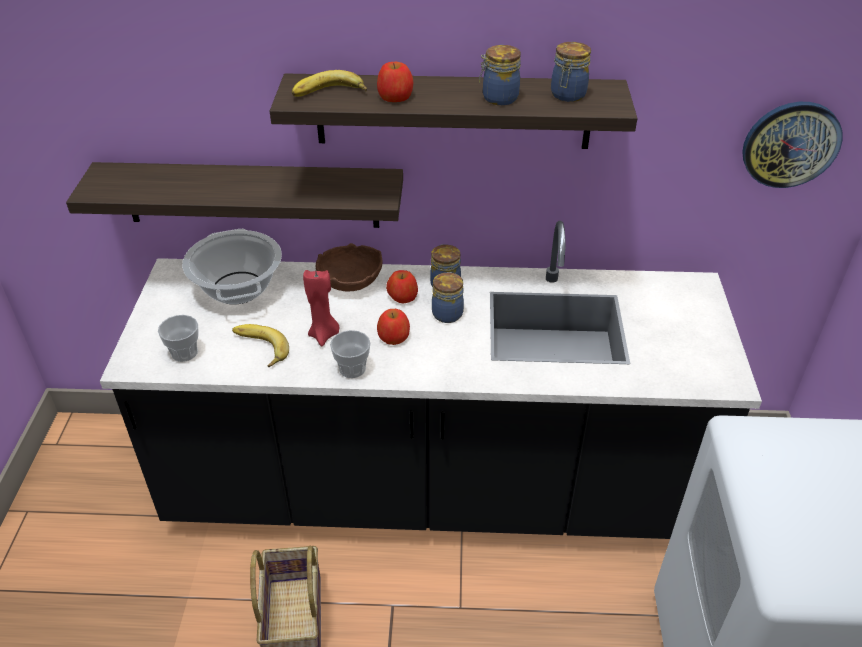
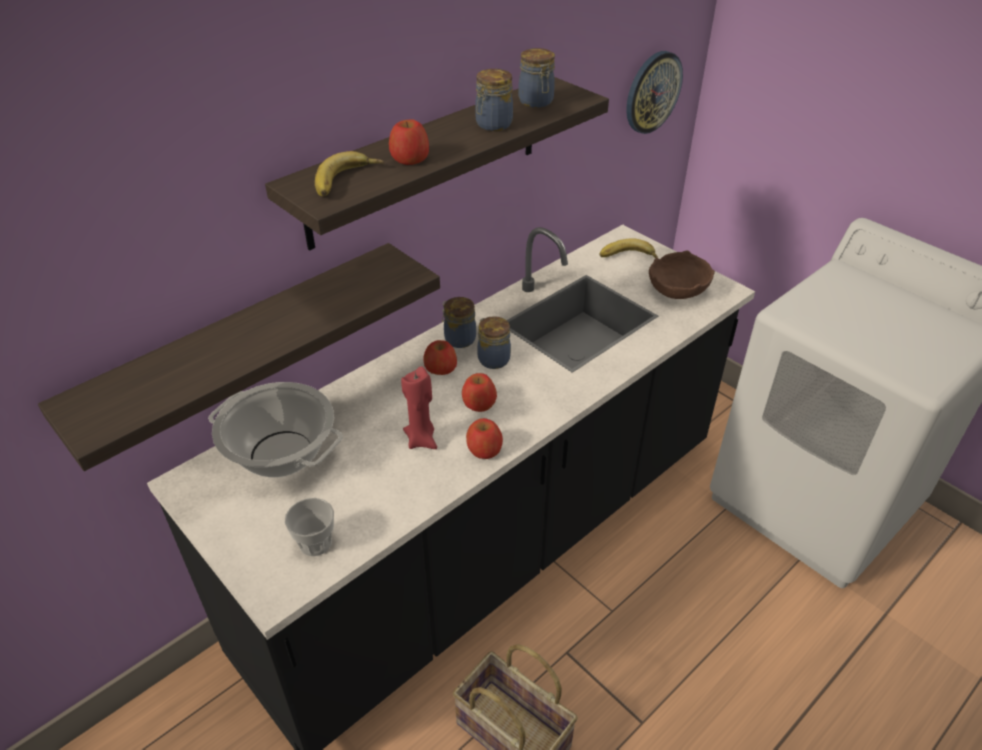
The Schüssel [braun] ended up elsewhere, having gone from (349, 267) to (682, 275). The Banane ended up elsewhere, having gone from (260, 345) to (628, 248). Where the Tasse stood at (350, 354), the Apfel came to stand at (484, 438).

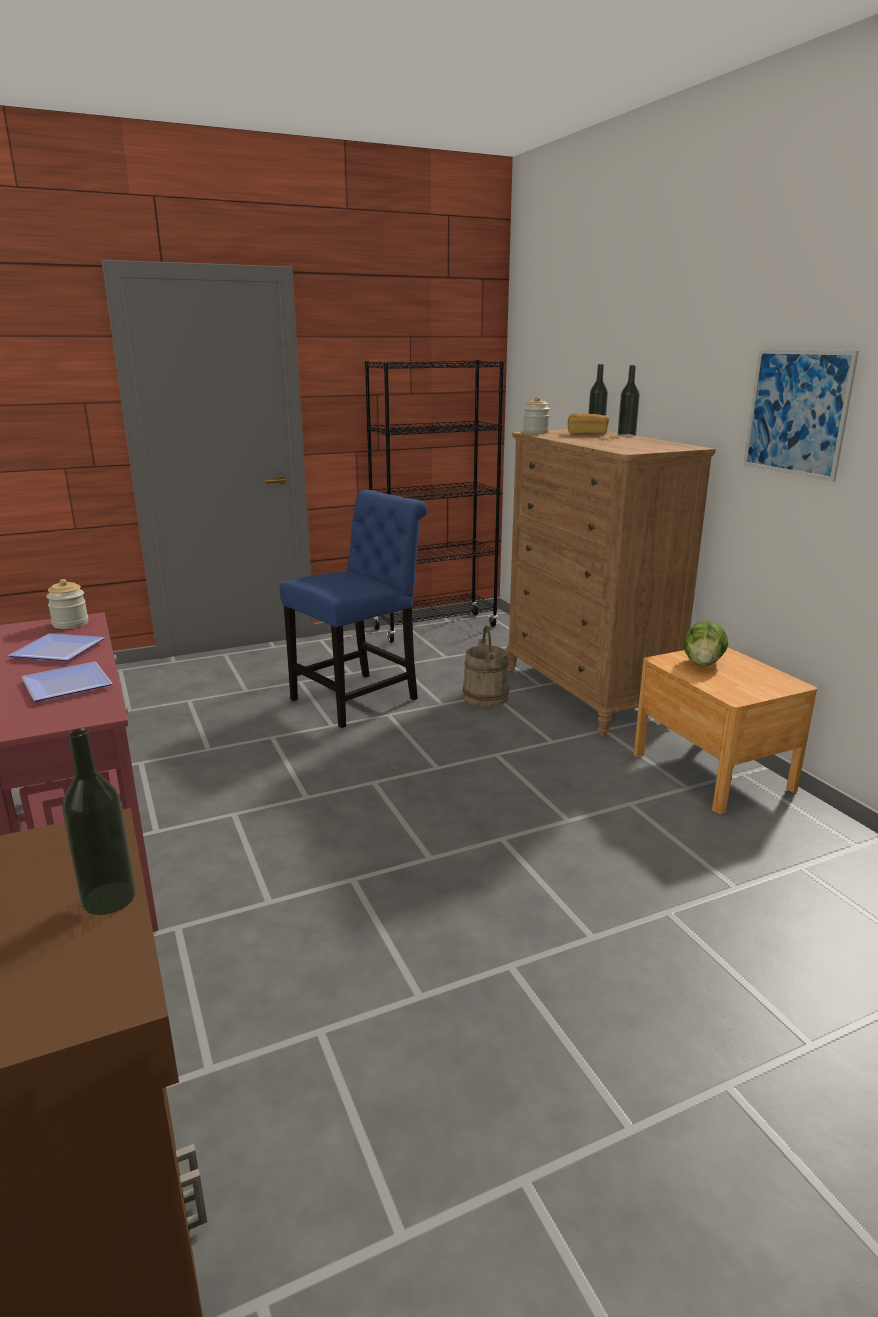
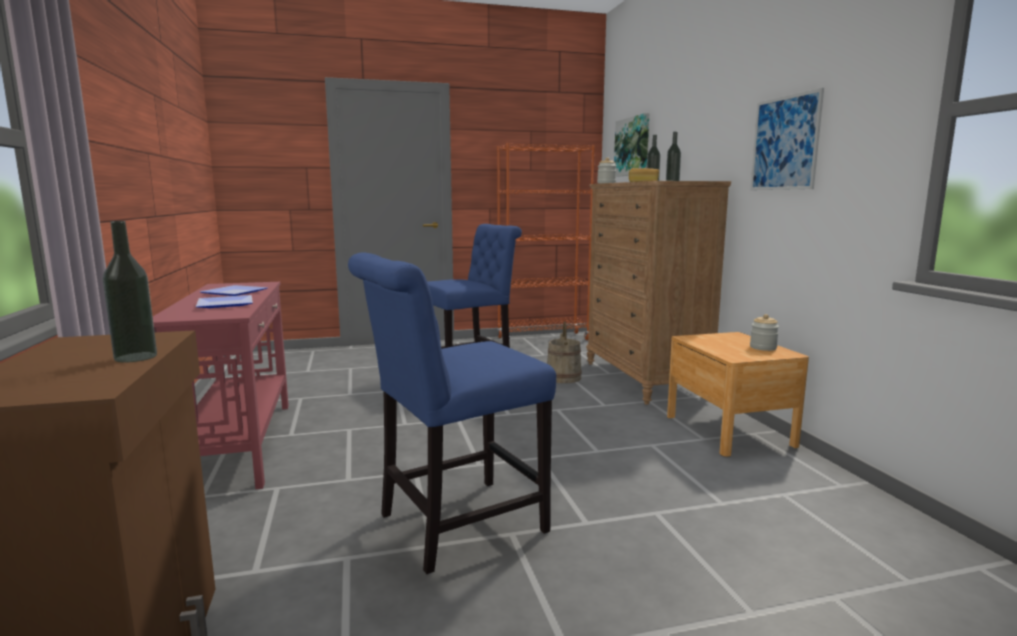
What was the Bücherregal [schwarz] at (434, 501) turned into the Bücherregal [orange] at (546, 241). The Vorratsglas ended up elsewhere, having gone from (67, 604) to (764, 332). The second view lost the Salatkopf at (705, 643). The second view gained the Bild at (631, 145). The second view gained the Stuhl [blau] at (452, 413).

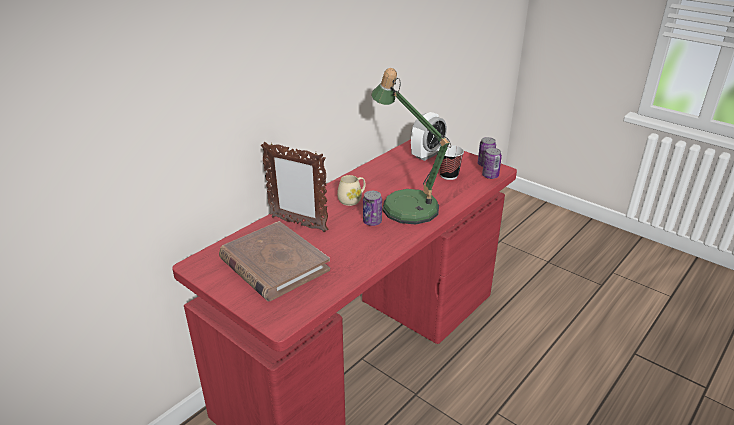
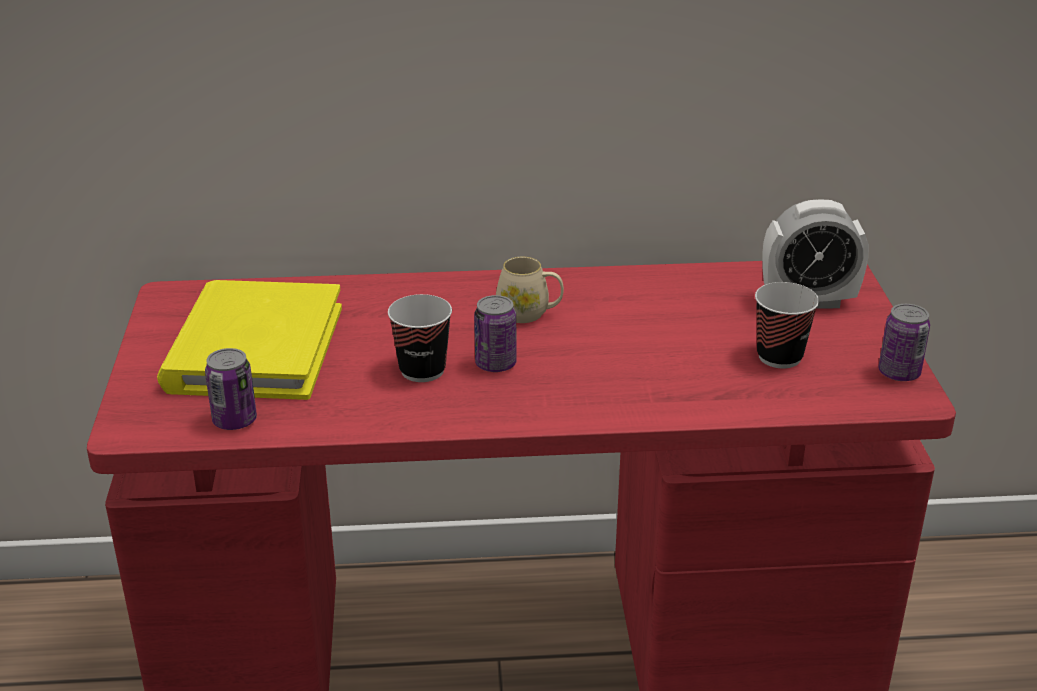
The second view lost the Tischlampe at (411, 146). The second view lost the Bilderrahmen at (294, 187). The Dose ended up elsewhere, having gone from (492, 163) to (231, 389). What was the Buch [braun] at (274, 261) turned into the Buch [gelb] at (249, 340). The second view gained the Tasse at (420, 338).

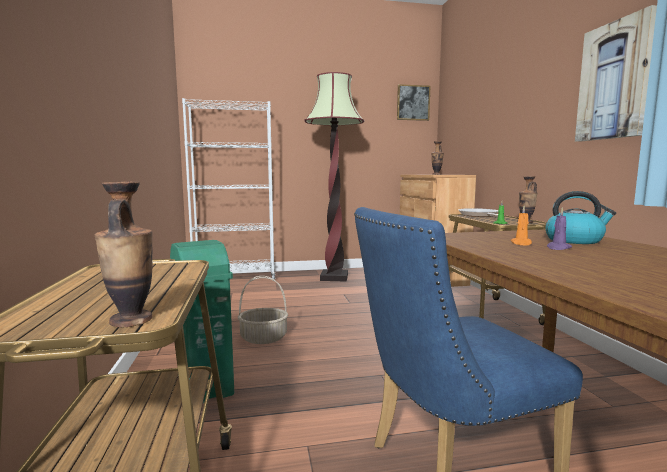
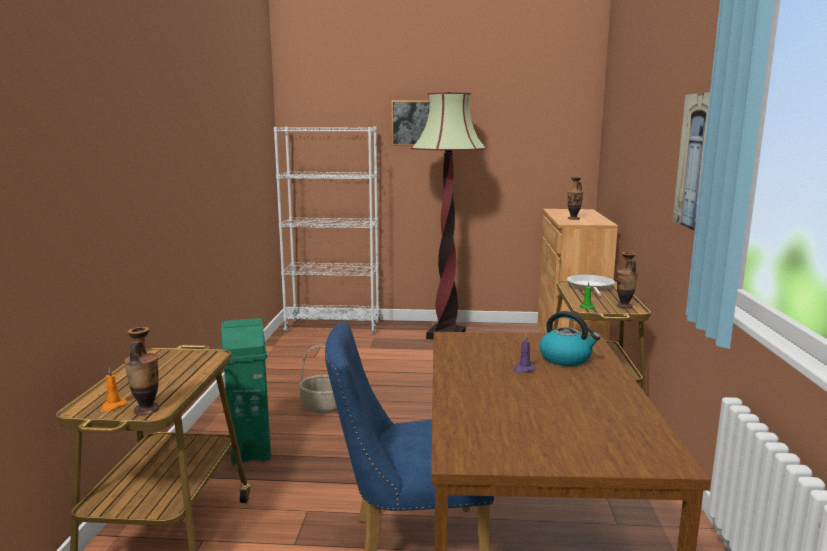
The Bild ended up elsewhere, having gone from (413, 102) to (410, 122). The Kerze [orange] ended up elsewhere, having gone from (521, 226) to (113, 389).

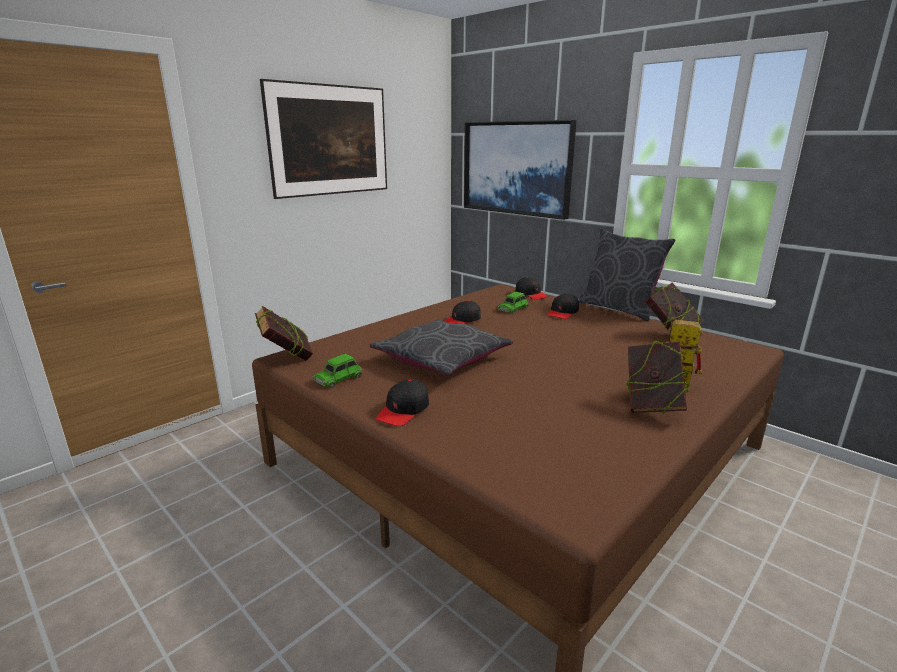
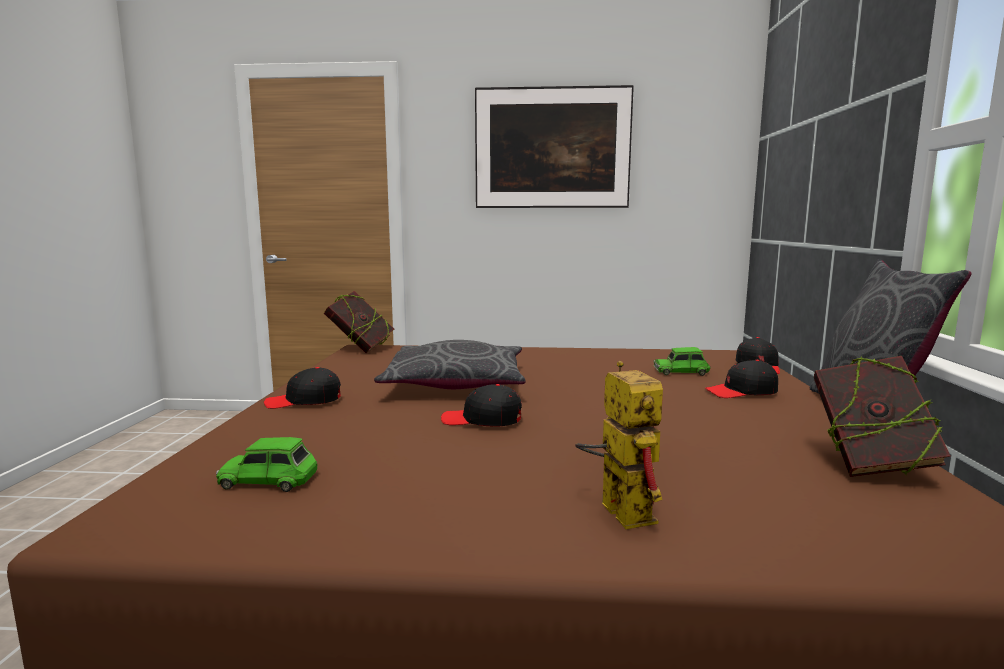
The second view lost the Bild at (520, 170). The Kappe [schwarz] ended up elsewhere, having gone from (462, 312) to (481, 405). The second view lost the Buch at (657, 377). The Spielzeugauto [grün] ended up elsewhere, having gone from (337, 371) to (267, 464).

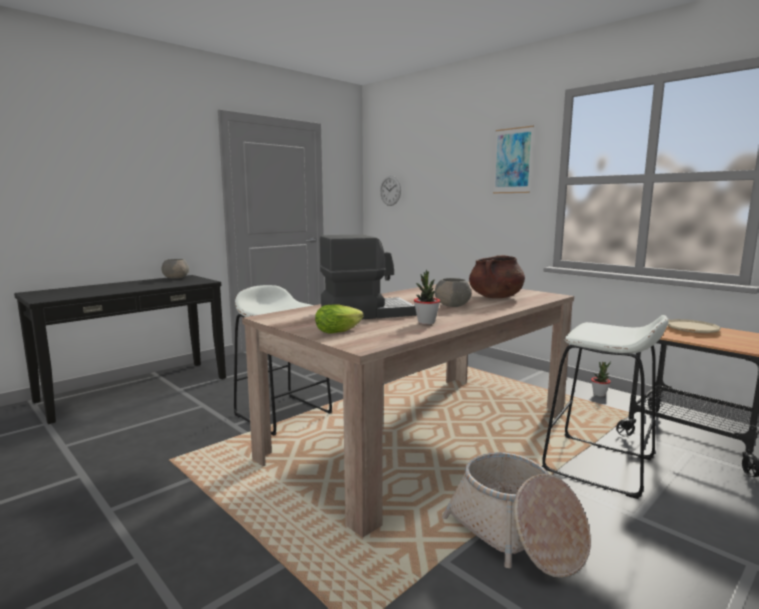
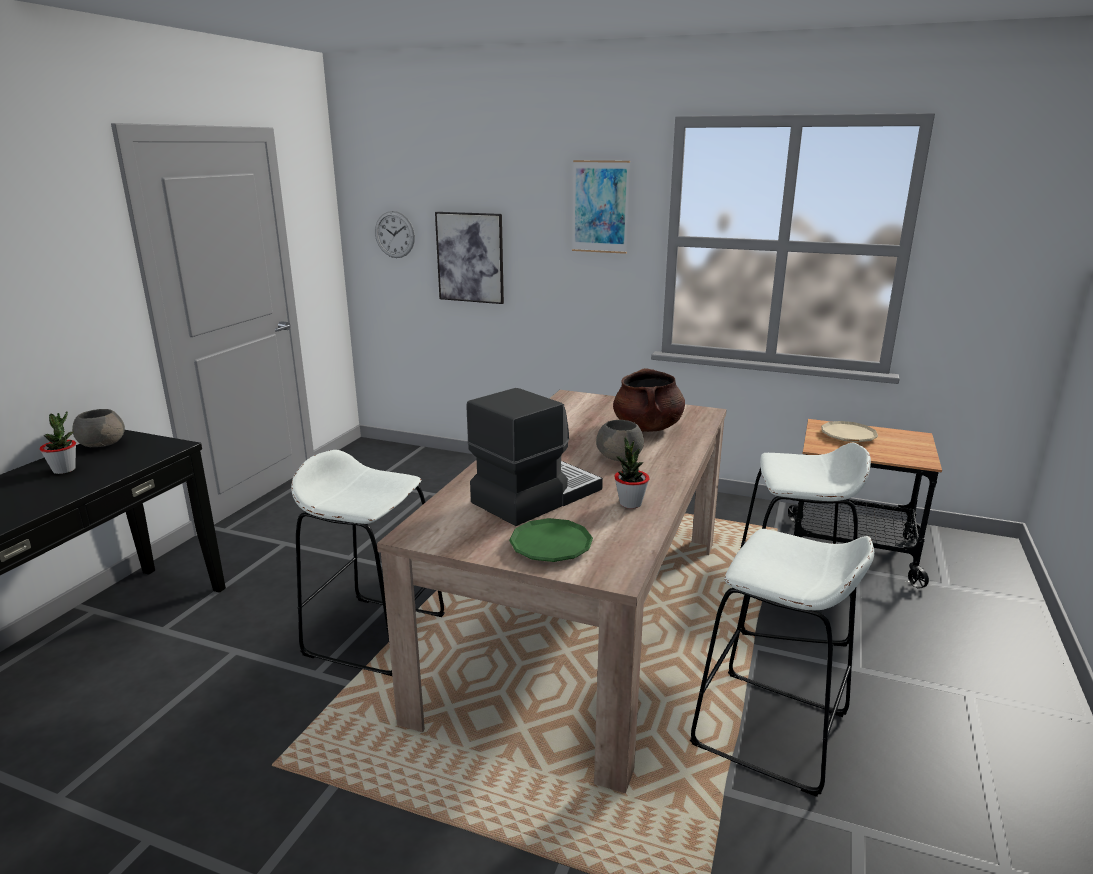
Where the Salatkopf stood at (339, 319), the Teller [grün] came to stand at (551, 540). The Topfpflanze ended up elsewhere, having gone from (601, 379) to (58, 442). Where the Korb stood at (516, 515), the Hocker [weiß] came to stand at (782, 663). The second view gained the Bild at (469, 258).

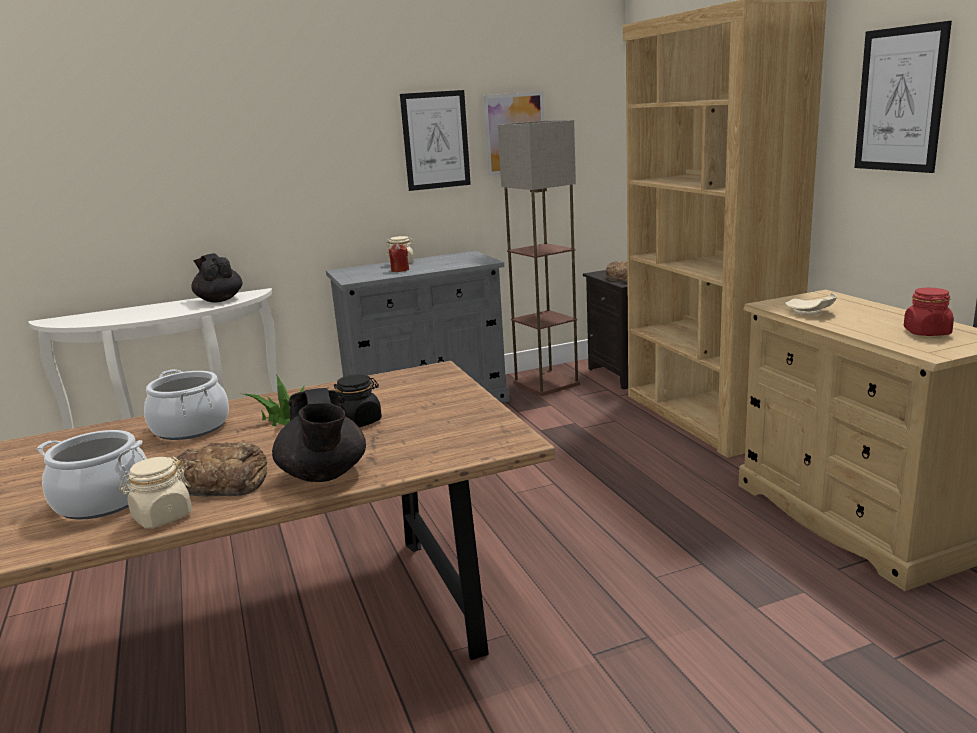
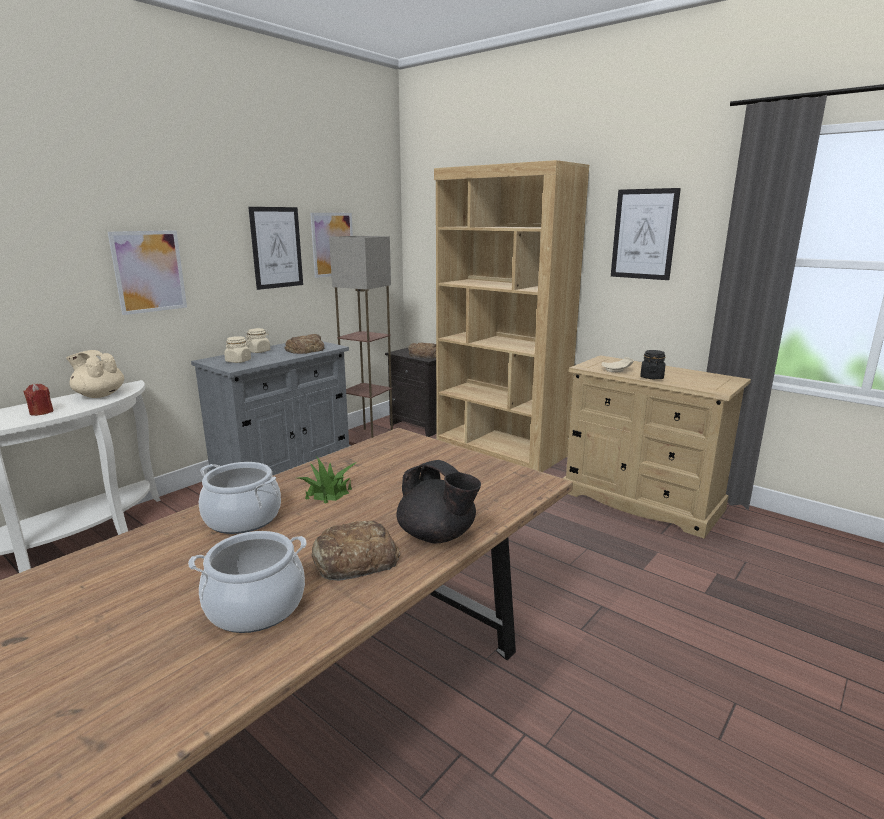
The Kerze [rot] ended up elsewhere, having gone from (399, 257) to (38, 400). What was the Teekanne [schwarz] at (217, 277) turned into the Teekanne [beige] at (95, 374). The second view lost the Vorratsglas [rot] at (929, 312). The Vorratsglas [schwarz] ended up elsewhere, having gone from (357, 400) to (653, 364). The Vorratsglas [beige] ended up elsewhere, having gone from (155, 492) to (237, 349). The second view gained the Bild at (147, 272). The second view gained the Brot at (304, 344).

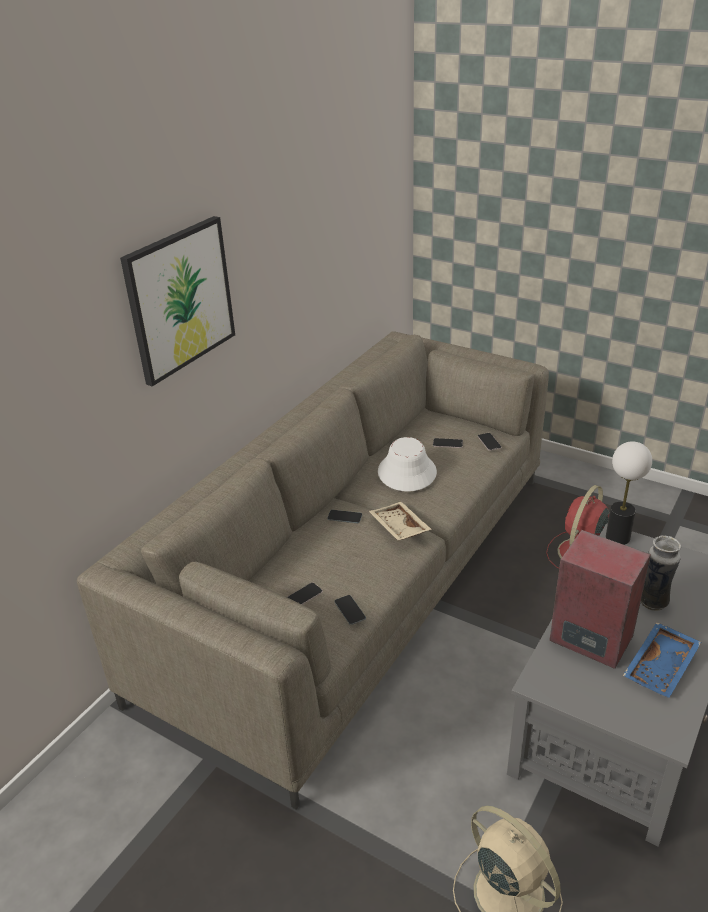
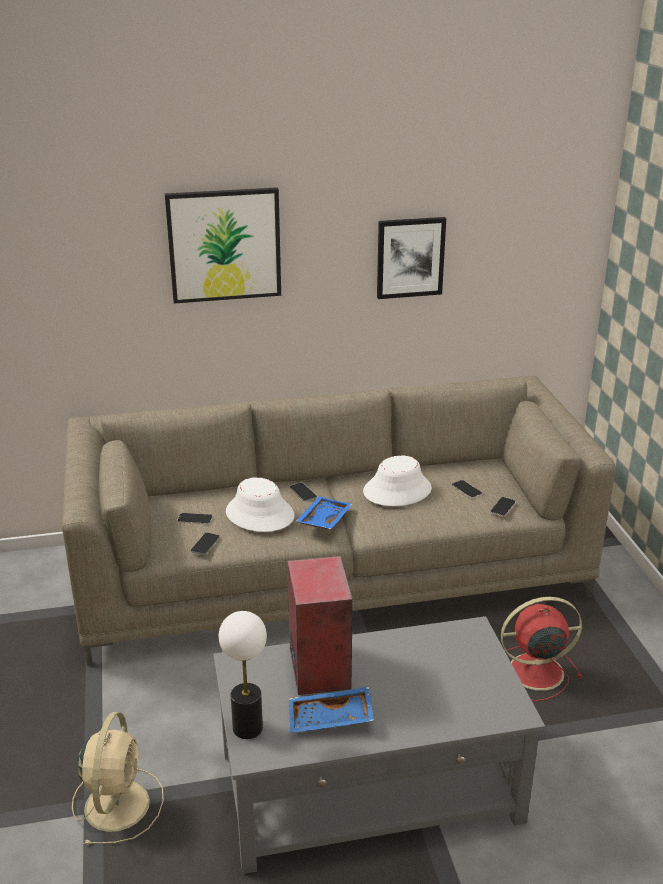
The Tischlampe ended up elsewhere, having gone from (629, 493) to (243, 675). What was the Tablett [beige] at (400, 521) turned into the Tablett [blau] at (324, 512). The second view lost the Vase at (661, 573). The second view gained the Bild at (411, 258). The second view gained the Hut [weiß] at (260, 504).

